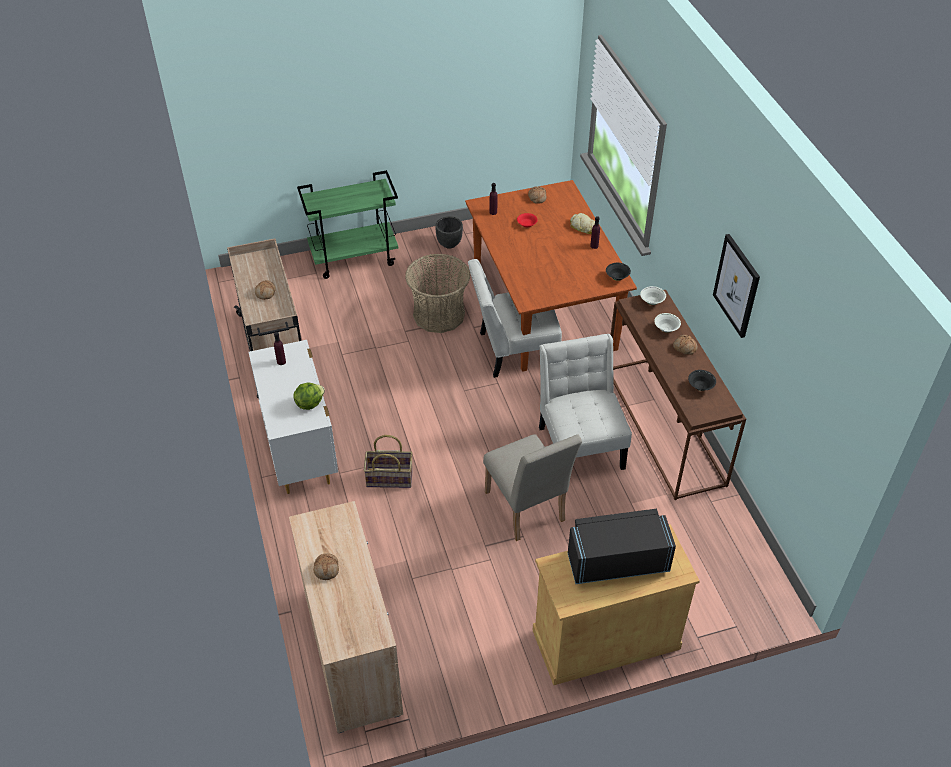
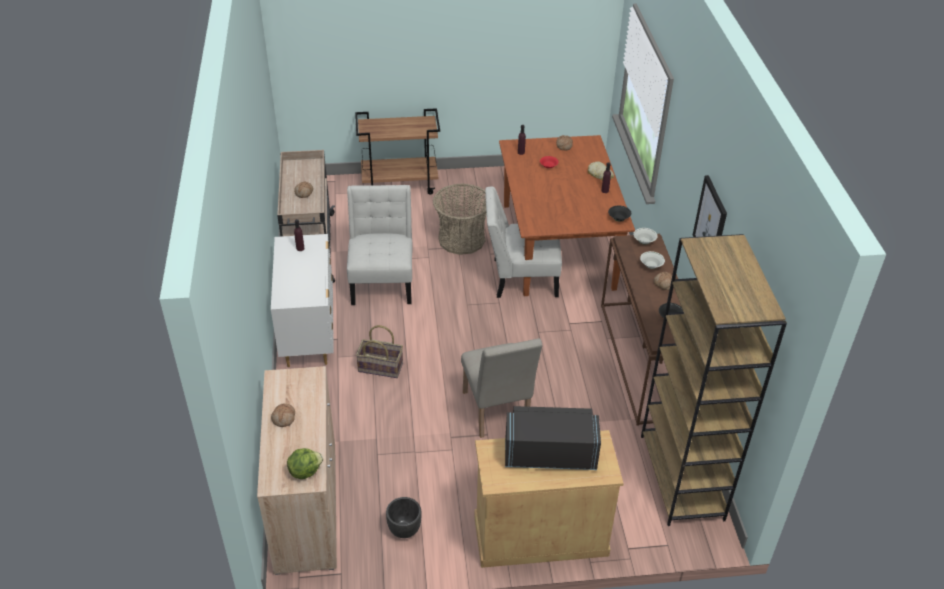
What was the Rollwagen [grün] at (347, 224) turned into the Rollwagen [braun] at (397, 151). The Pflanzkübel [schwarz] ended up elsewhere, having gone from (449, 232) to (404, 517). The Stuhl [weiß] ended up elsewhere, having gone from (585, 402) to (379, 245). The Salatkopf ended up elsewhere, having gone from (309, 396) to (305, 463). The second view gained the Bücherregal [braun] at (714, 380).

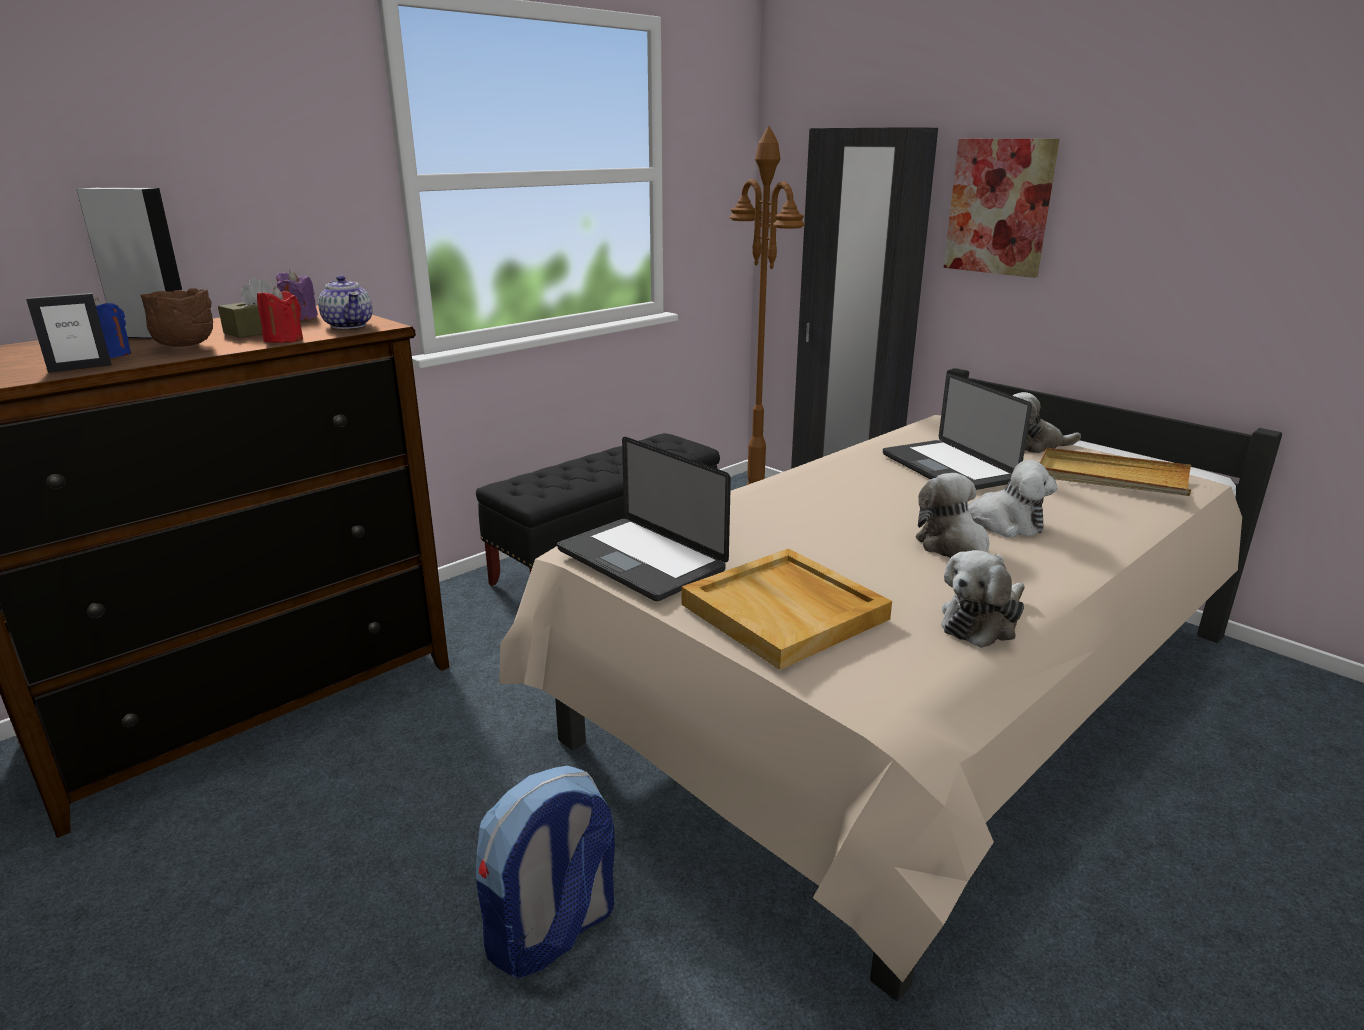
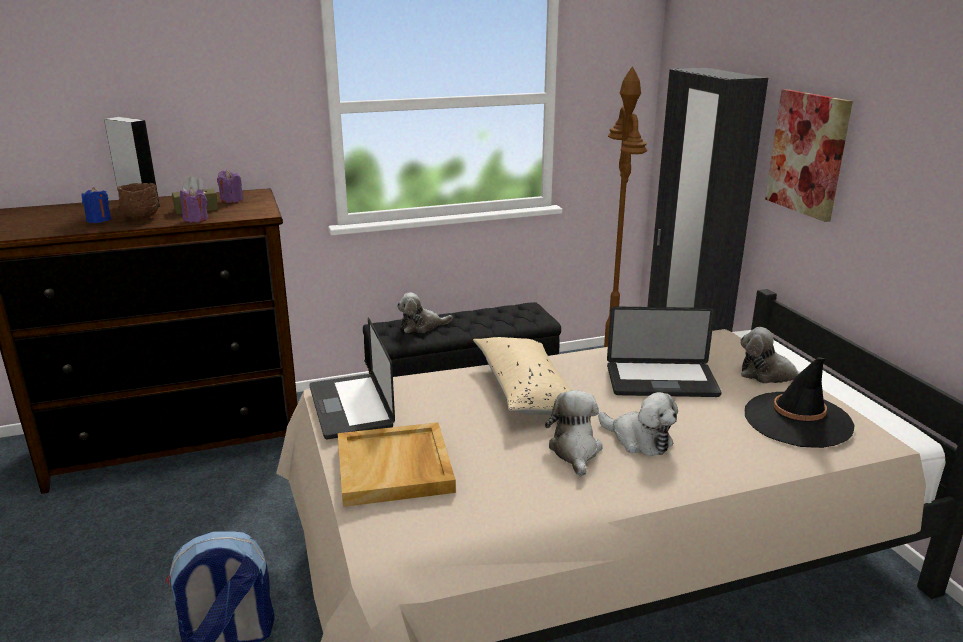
The second view lost the Teekanne at (345, 302). What was the Kerze [rot] at (280, 314) turned into the Kerze [lila] at (194, 205). The second view lost the Bilderrahmen at (69, 333). The Laptop at (957, 431) ended up facing another way, 90 degrees counterclockwise from before. Where the Tablett [beige] stood at (1115, 472), the Hut [schwarz] came to stand at (800, 402). The Plüschtier ended up elsewhere, having gone from (983, 599) to (425, 313). The second view gained the Kissen [beige] at (522, 376).

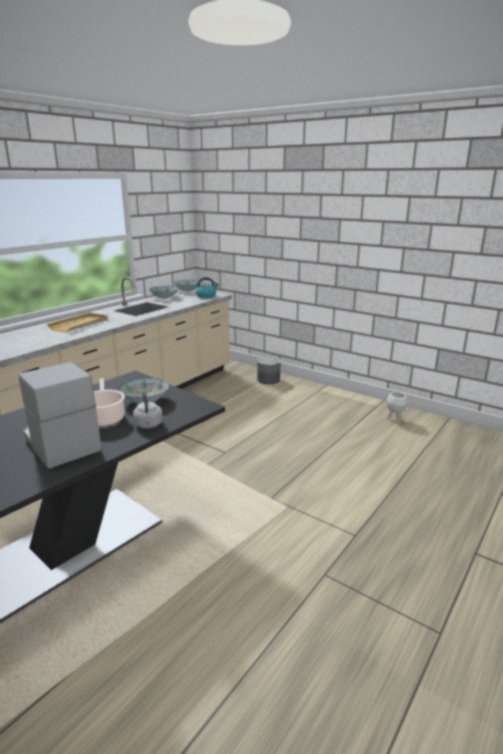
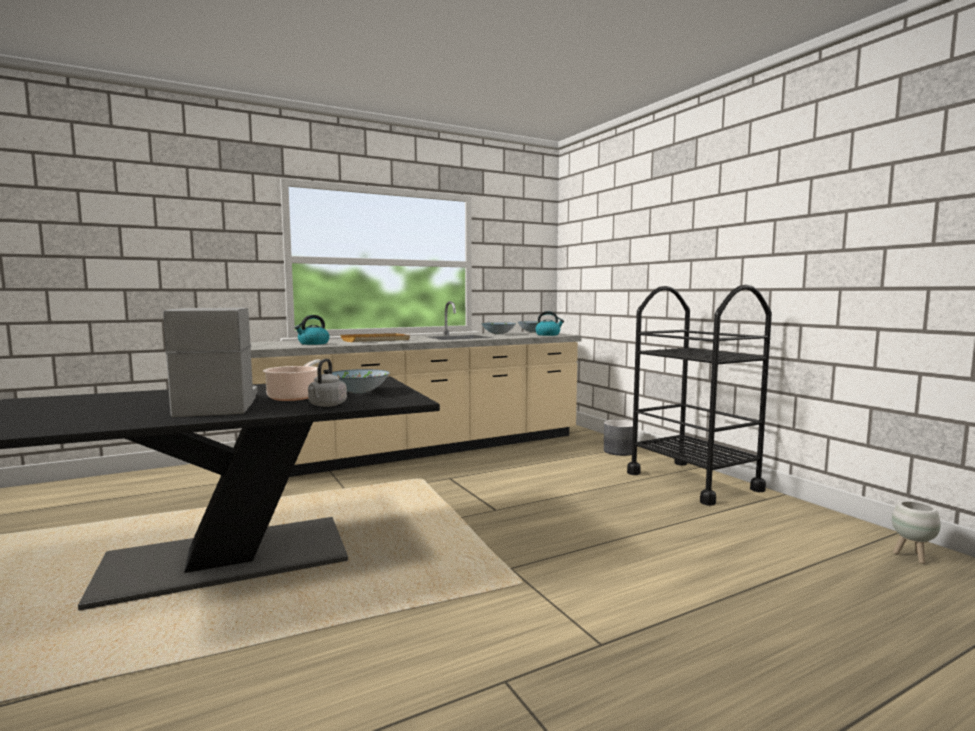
The Pflanzkübel [weiß] ended up elsewhere, having gone from (397, 407) to (916, 532). The second view gained the Rollwagen [schwarz] at (699, 395). The second view gained the Wasserkessel at (312, 330).

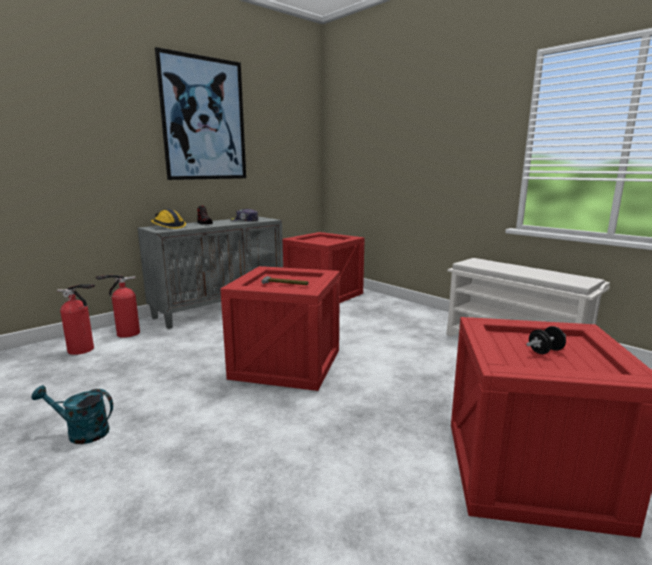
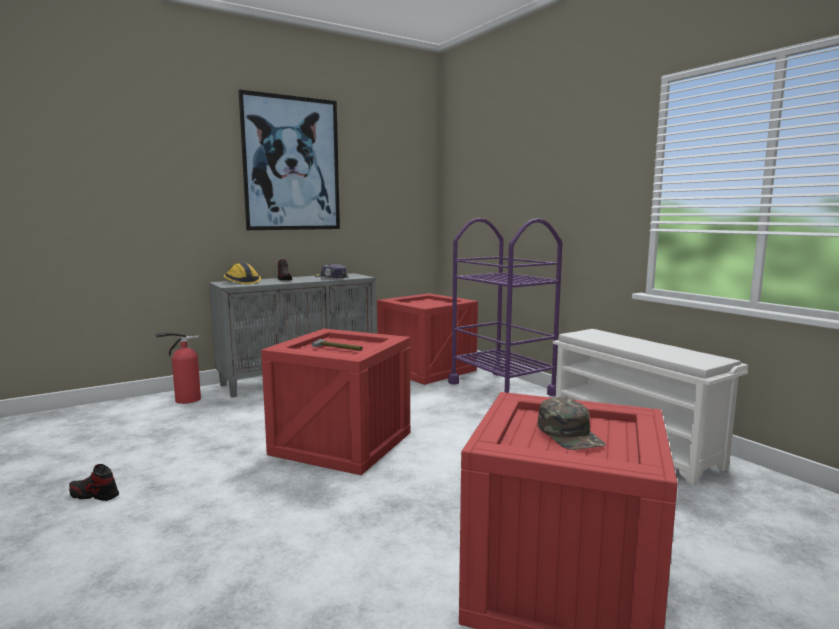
The second view lost the Feuerlöscher at (76, 319). Where the Hantel [schwarz] stood at (546, 340), the Kappe [grün] came to stand at (572, 423). Where the Gießkanne [türkis] stood at (72, 414), the Schuh came to stand at (94, 482). The second view gained the Rollwagen [lila] at (505, 307).

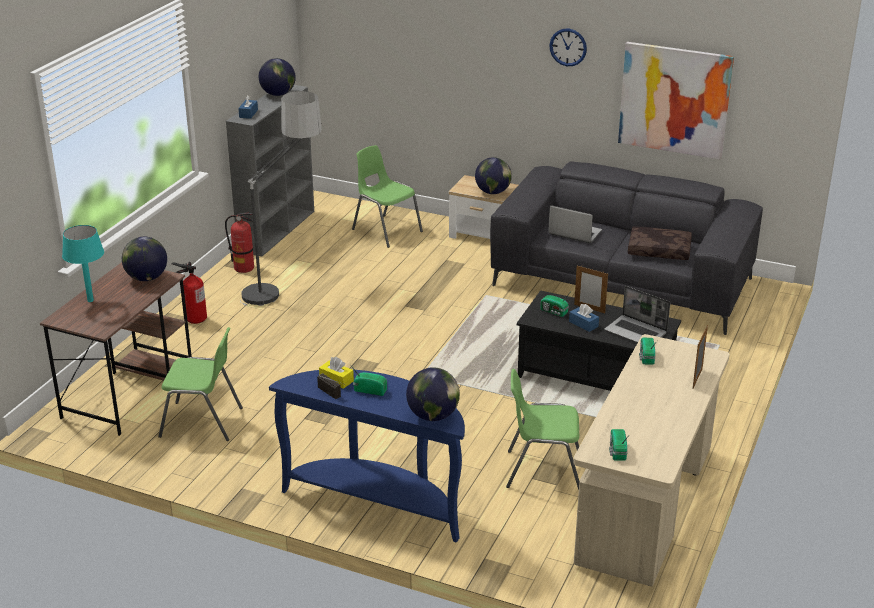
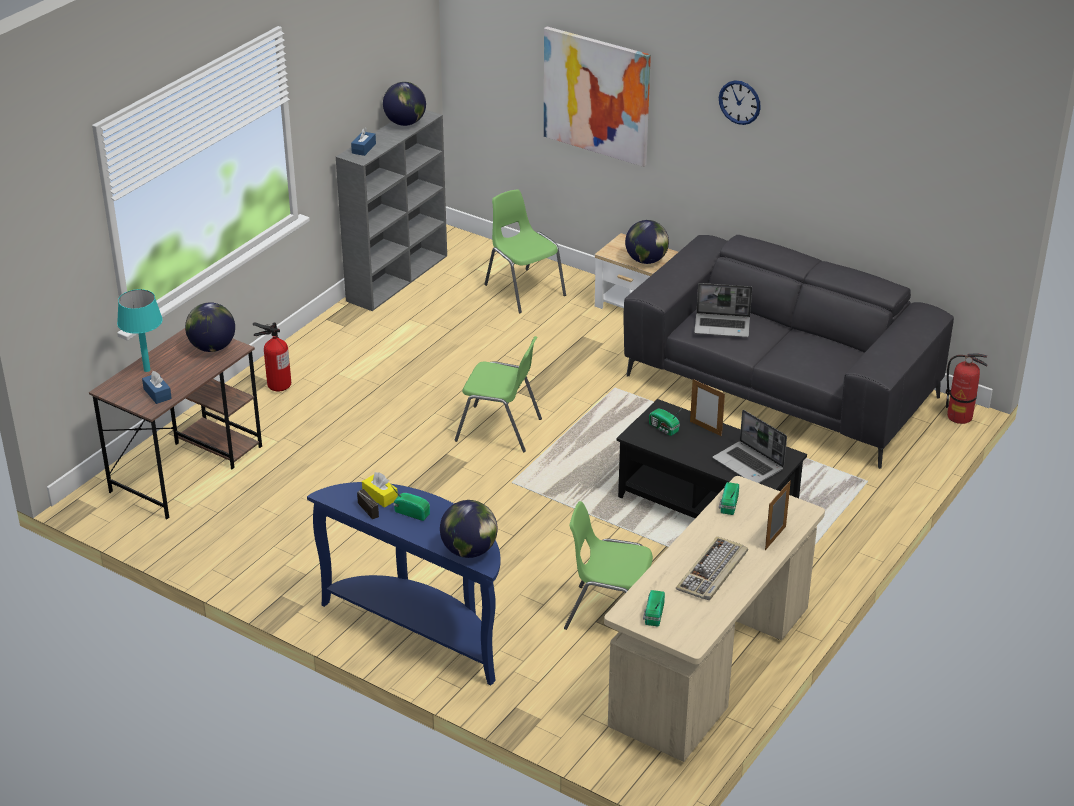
The Bild ended up elsewhere, having gone from (676, 101) to (597, 97). The second view lost the Stehlampe at (281, 198). The Laptop at (575, 224) ended up facing another way, 150 degrees clockwise from before. The Feuerlöscher ended up elsewhere, having gone from (239, 243) to (966, 389). The second view lost the Kissen [braun] at (660, 243). The Taschentuchbox [blau] ended up elsewhere, having gone from (584, 318) to (157, 387). The Stuhl [grün] ended up elsewhere, having gone from (200, 384) to (498, 394). The second view gained the Tastatur at (712, 568).

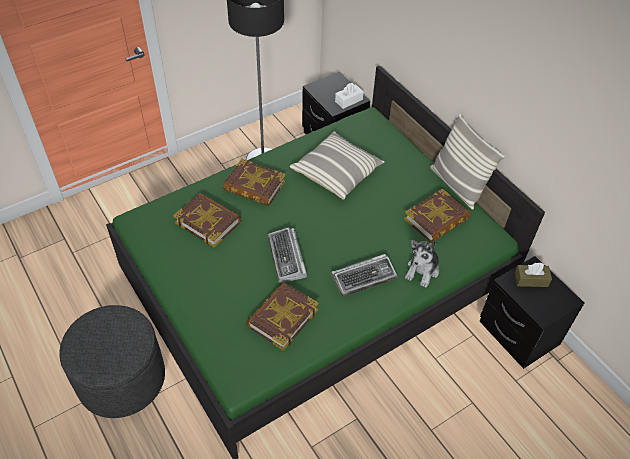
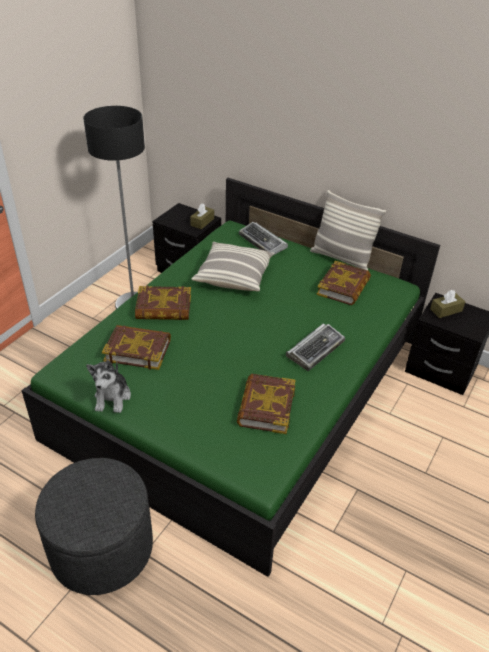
What was the Taschentuchbox [weiß] at (349, 96) turned into the Taschentuchbox [braun] at (202, 216). The Tastatur ended up elsewhere, having gone from (287, 255) to (263, 238). The Plüschtier ended up elsewhere, having gone from (422, 263) to (108, 386).

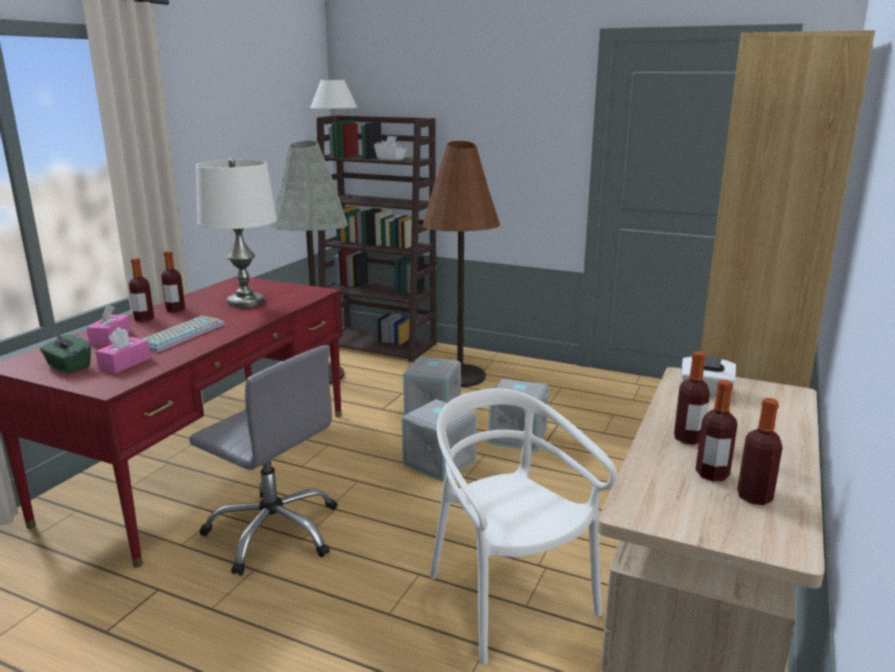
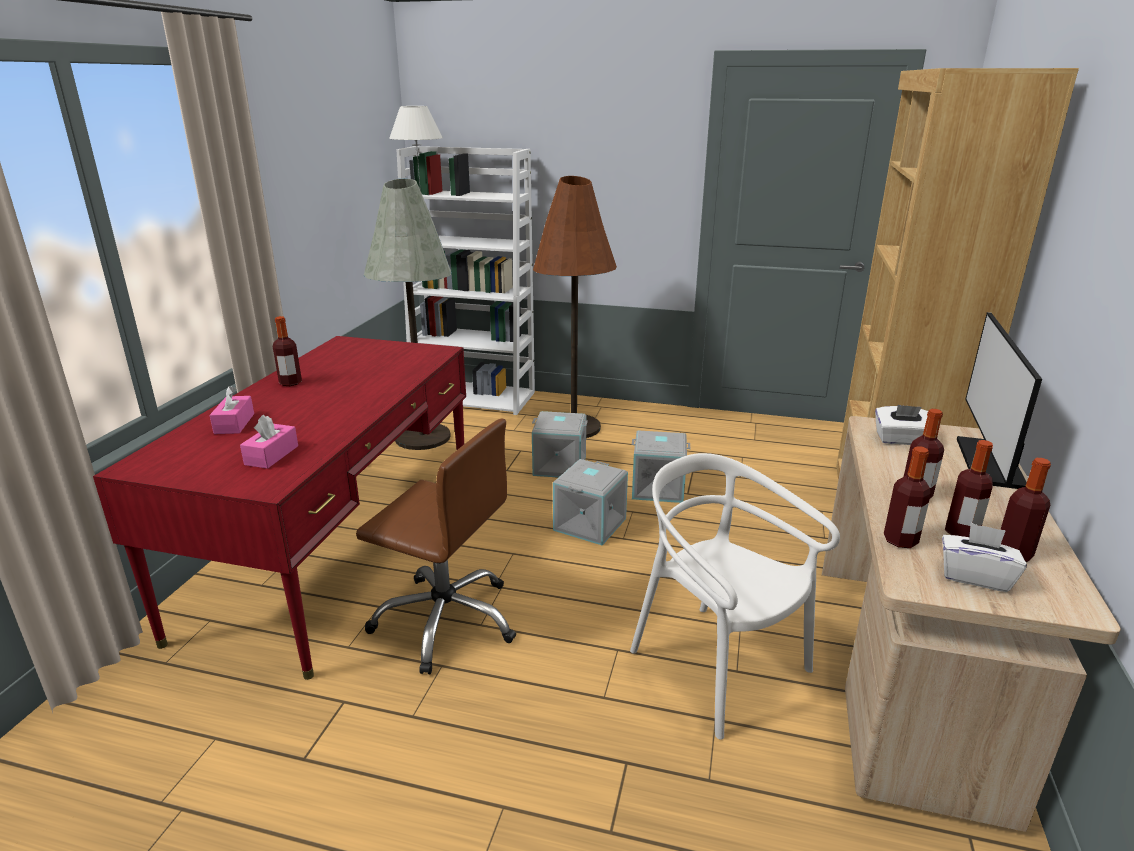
What was the Bücherregal [braun] at (377, 238) turned into the Bücherregal [weiß] at (466, 280). The Taschentuchbox [weiß] ended up elsewhere, having gone from (390, 148) to (984, 557). The second view lost the Tischlampe [weiß] at (236, 233). The Flasche ended up elsewhere, having gone from (141, 290) to (907, 497). The second view lost the Tastatur at (183, 334). The second view lost the Taschentuchbox [grün] at (65, 352). What was the Bürostuhl [grau] at (263, 460) turned into the Bürostuhl [braun] at (436, 546). The second view gained the Monitor at (999, 400).

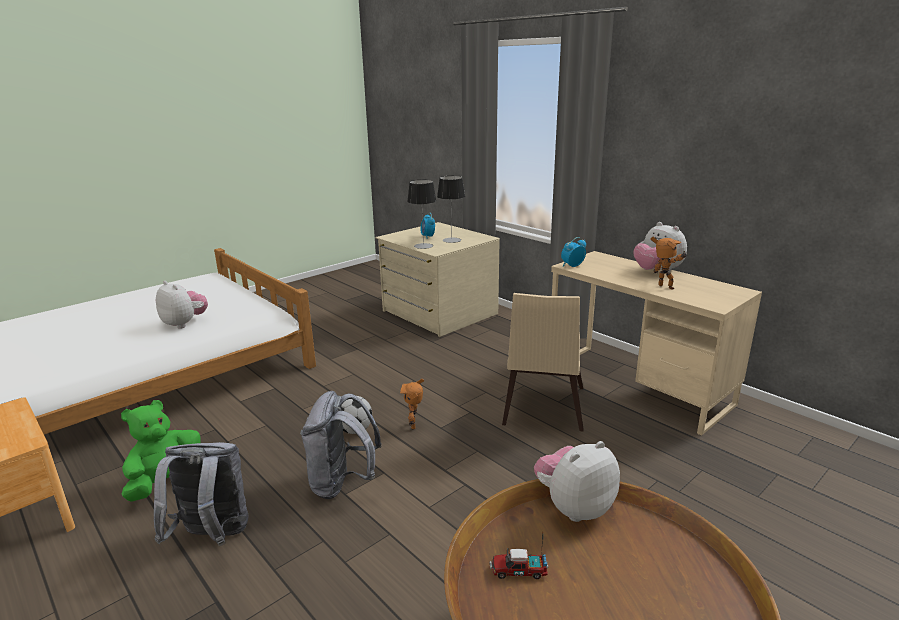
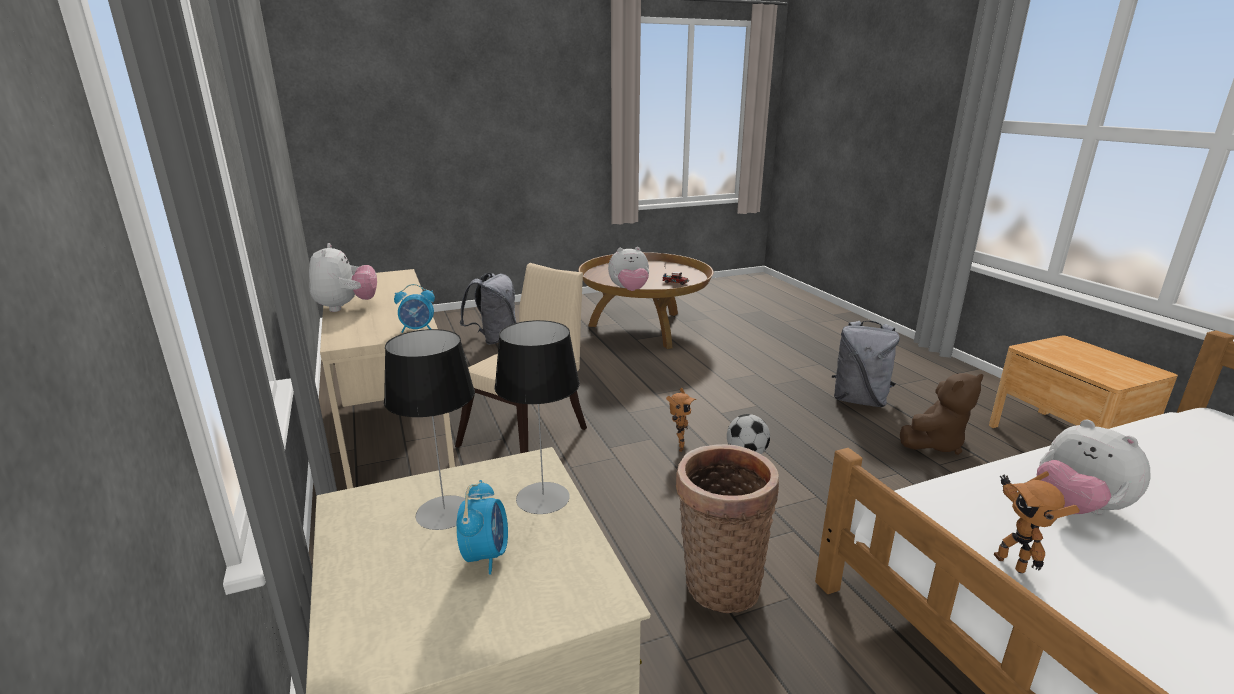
The Spielzeugroboter ended up elsewhere, having gone from (669, 263) to (1037, 522). The Rucksack [grau] ended up elsewhere, having gone from (341, 445) to (488, 308). What was the Plüschtier [grün] at (161, 451) turned into the Plüschtier [braun] at (941, 414). The second view gained the Korb at (727, 528).

